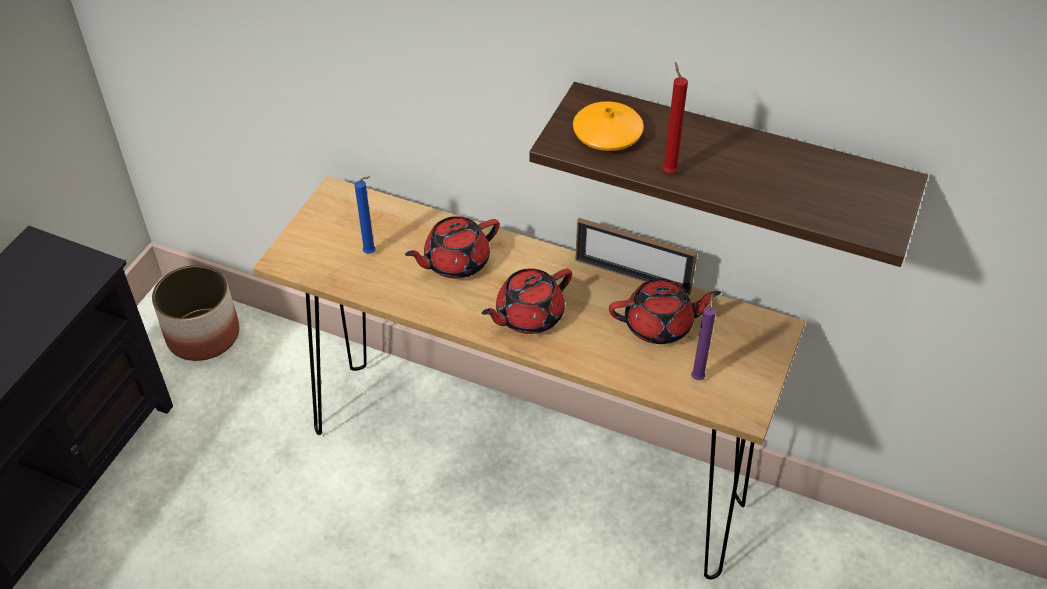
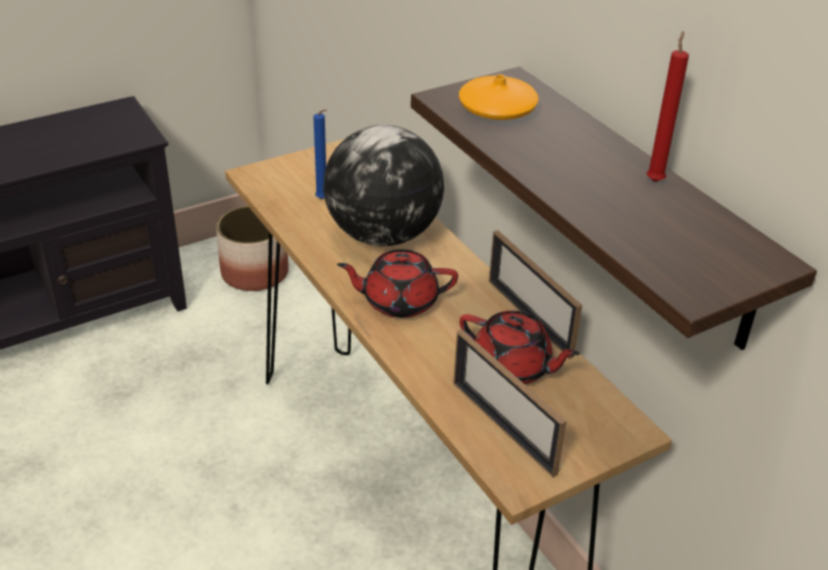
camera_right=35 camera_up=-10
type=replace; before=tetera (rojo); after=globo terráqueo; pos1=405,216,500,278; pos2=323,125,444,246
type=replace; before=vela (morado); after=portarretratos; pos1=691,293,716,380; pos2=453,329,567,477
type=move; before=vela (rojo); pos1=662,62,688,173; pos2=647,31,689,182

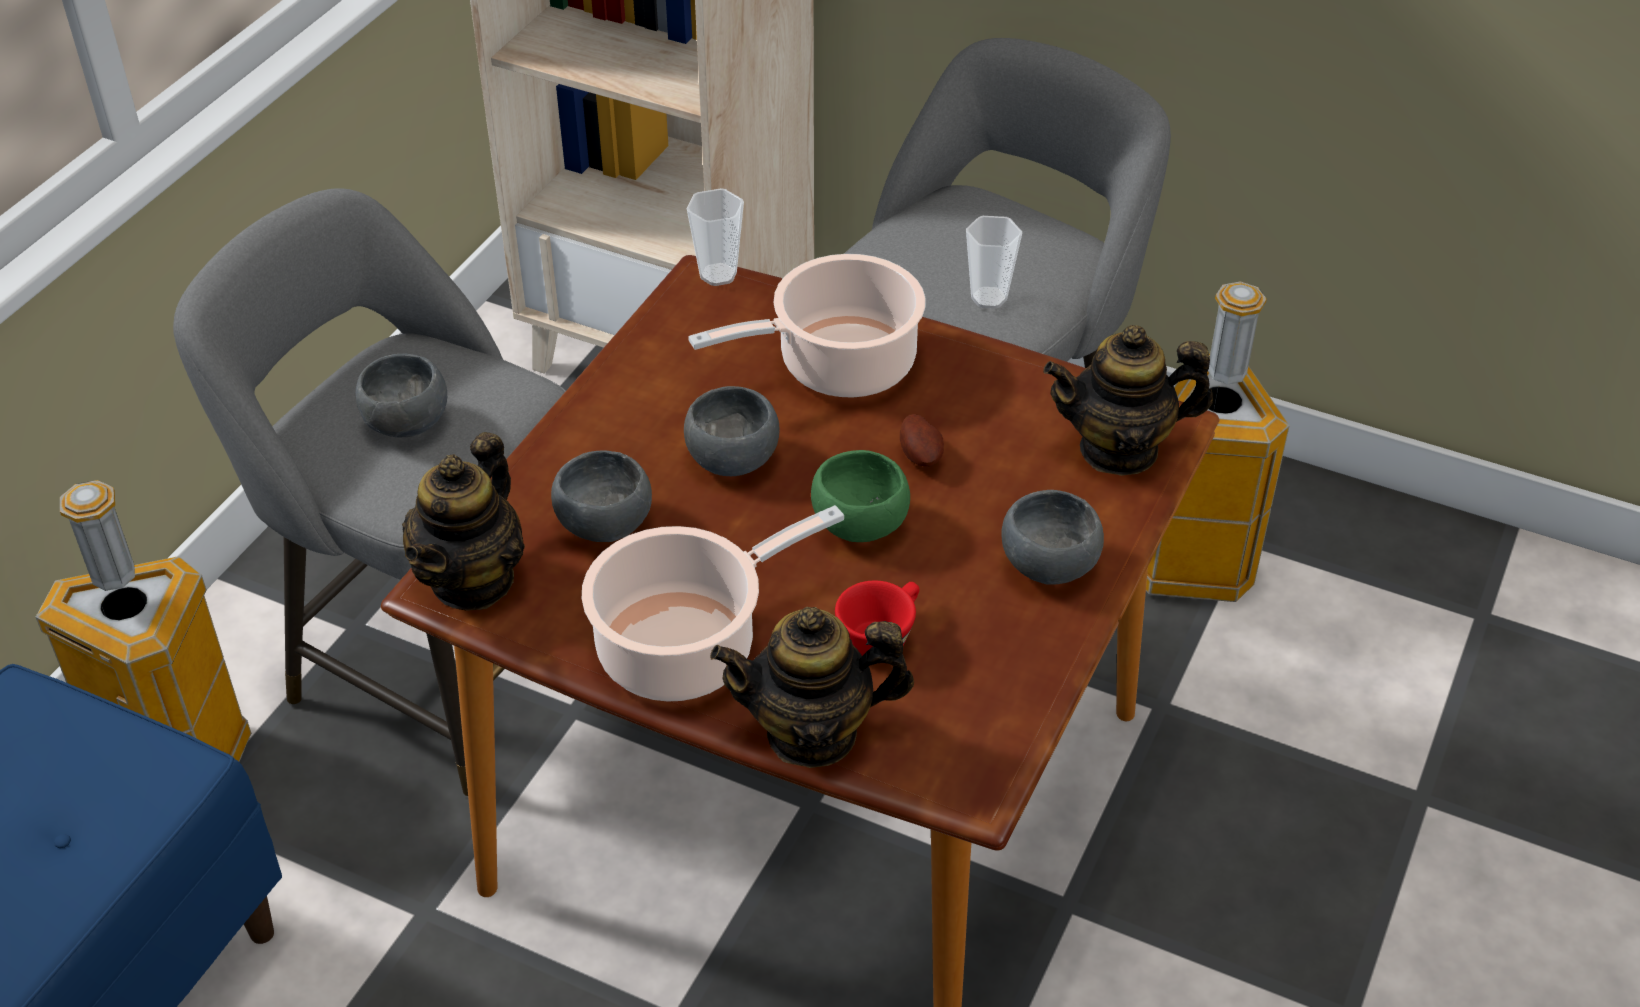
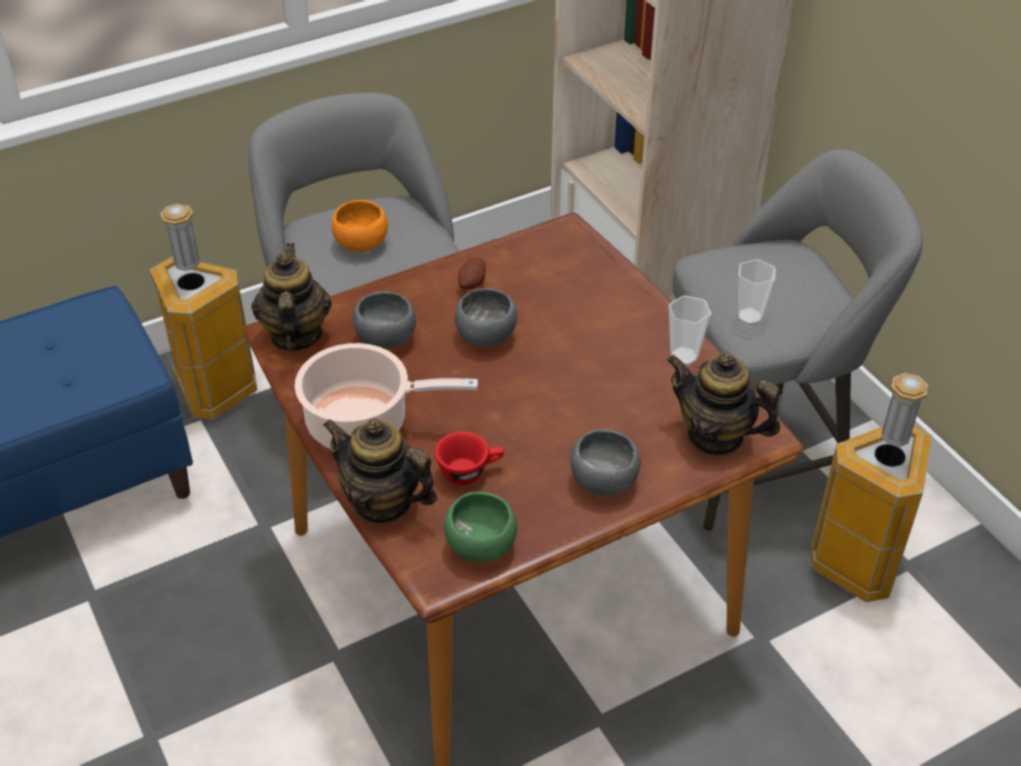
camera_right=35 camera_up=0
type=rotate; before=tetera; pos1=402,432,525,611; pos2=252,243,332,352; turn=120
type=recolor; before=cuenco (gris); after=cuenco (naranja); pos1=355,354,447,437; pos2=332,200,388,252
type=move; before=cuenco (verde); pos1=811,450,910,542; pos2=444,492,517,562
type=move; before=patata; pos1=900,414,944,467; pos2=458,258,486,289
type=move; before=taza; pos1=687,188,744,286; pos2=669,295,711,366
type=delete; before=olla; pos1=688,254,926,398

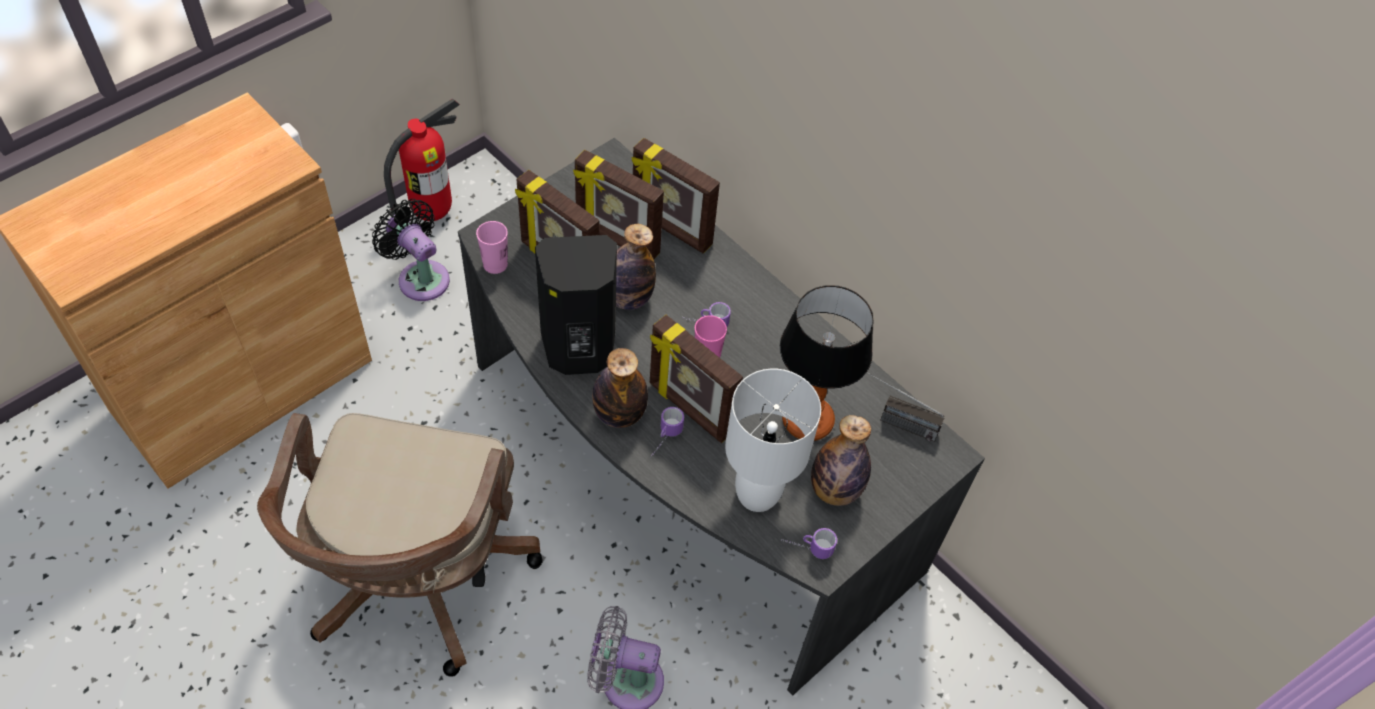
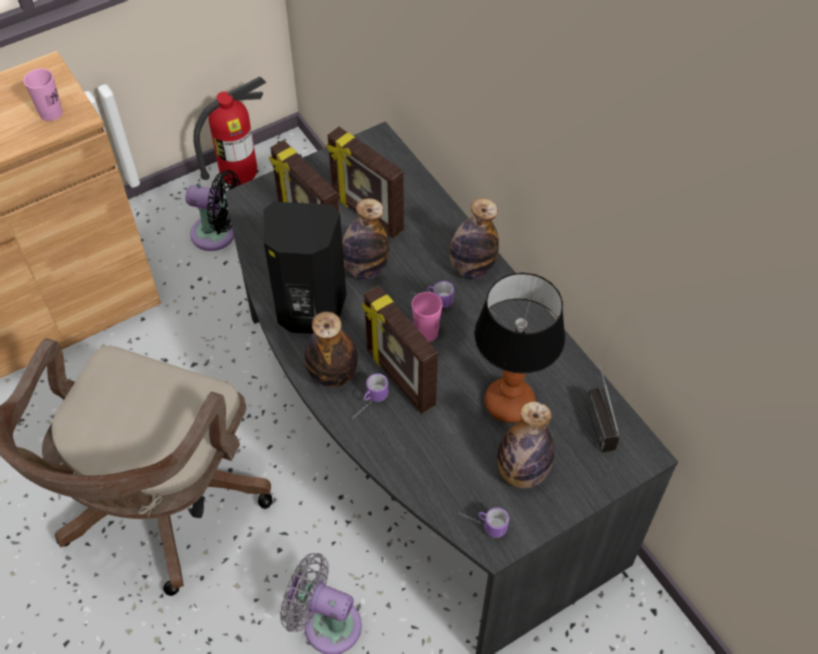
camera_right=15 camera_up=0
type=move; before=taza (rosa); pos1=476,221,508,274; pos2=23,68,63,121
type=rotate; before=ventilador (negro); pos1=372,199,450,301; pos2=185,170,241,251; turn=135
type=insert; after=botella; pos2=450,198,499,279
type=rotate; before=radio; pos1=868,373,945,442; pos2=586,349,620,452; turn=45
type=delete; before=portarretratos; pos1=632,138,720,253
type=delete; before=lámpara de mesa (blanco); pos1=725,369,821,512

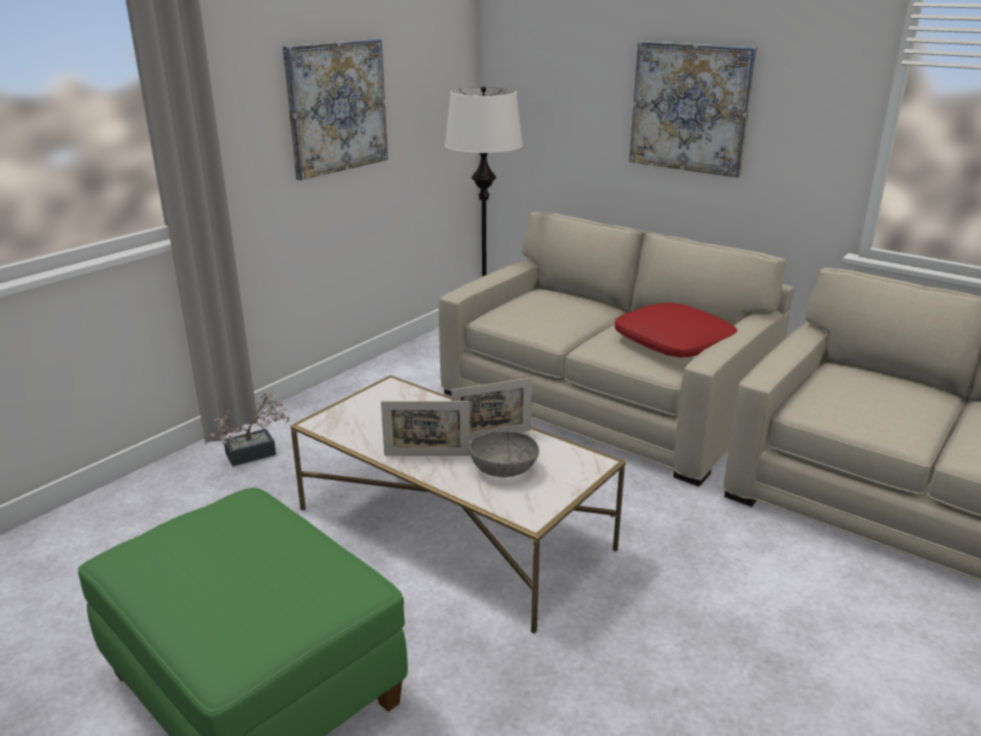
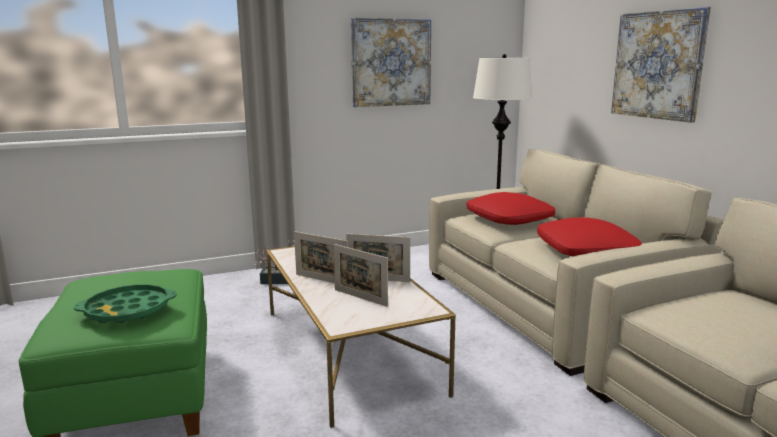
camera_right=30 camera_up=-10
type=insert; after=bandeja (verde); pos2=74,284,177,324
type=replace; before=cuenco (gris); after=portarretratos; pos1=469,431,539,477; pos2=333,244,388,307
type=insert; after=cojín (rojo); pos2=467,192,555,225

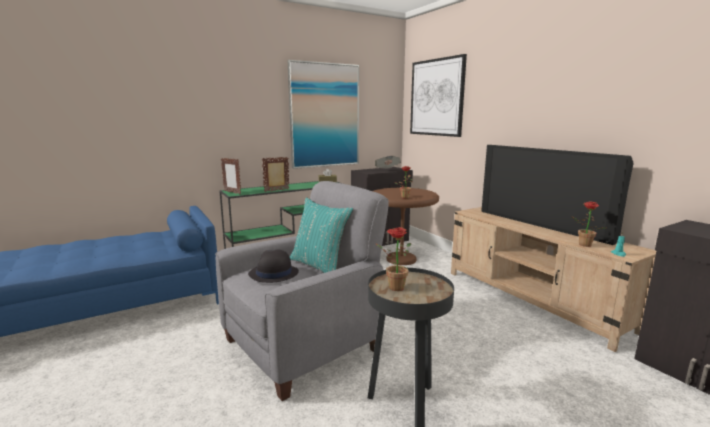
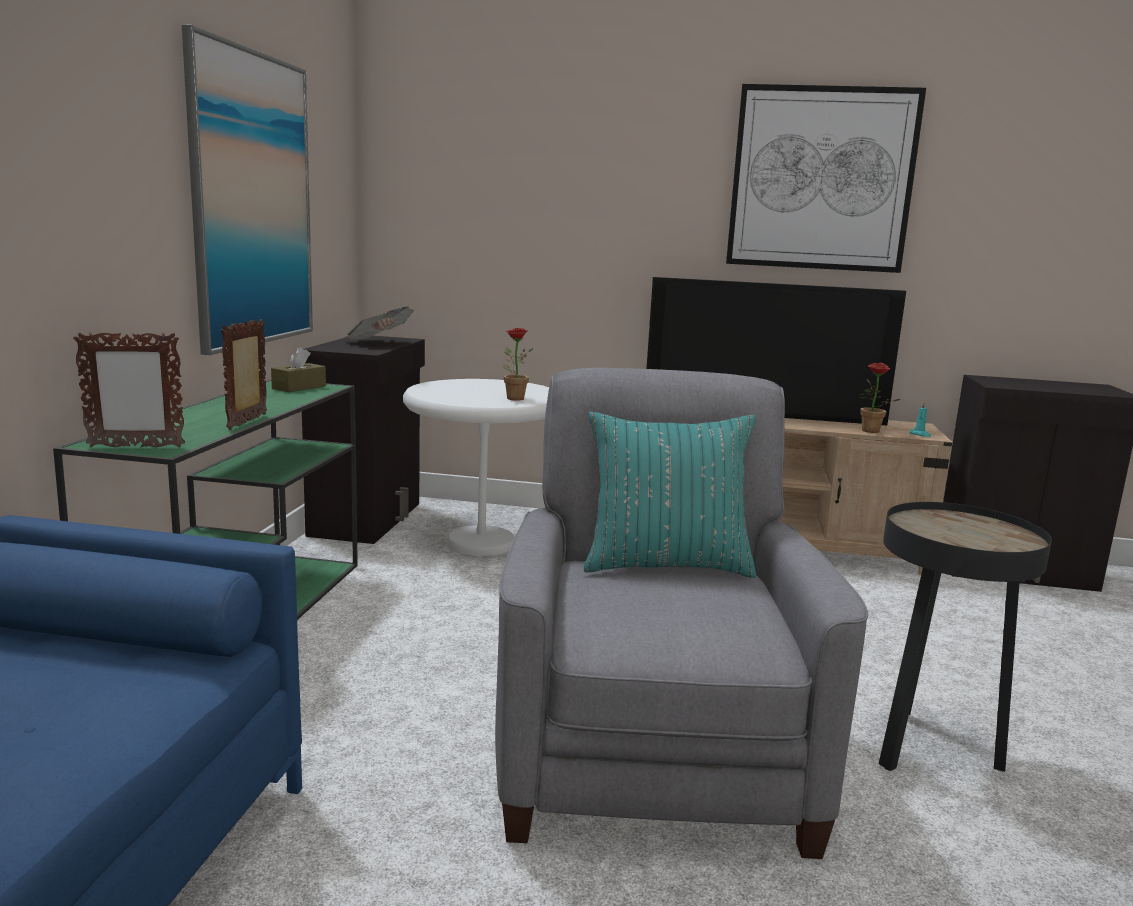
camera_right=-50 camera_up=0
type=recolor; before=mesa auxiliar (marrón); after=mesa auxiliar (blanco); pos1=373,188,439,265; pos2=403,379,549,556
type=move; before=cuadro; pos1=410,54,467,137; pos2=726,84,926,273
type=delete; before=sombrero (negro); pos1=248,250,299,283
type=delete; before=planta en maceta; pos1=376,227,411,291

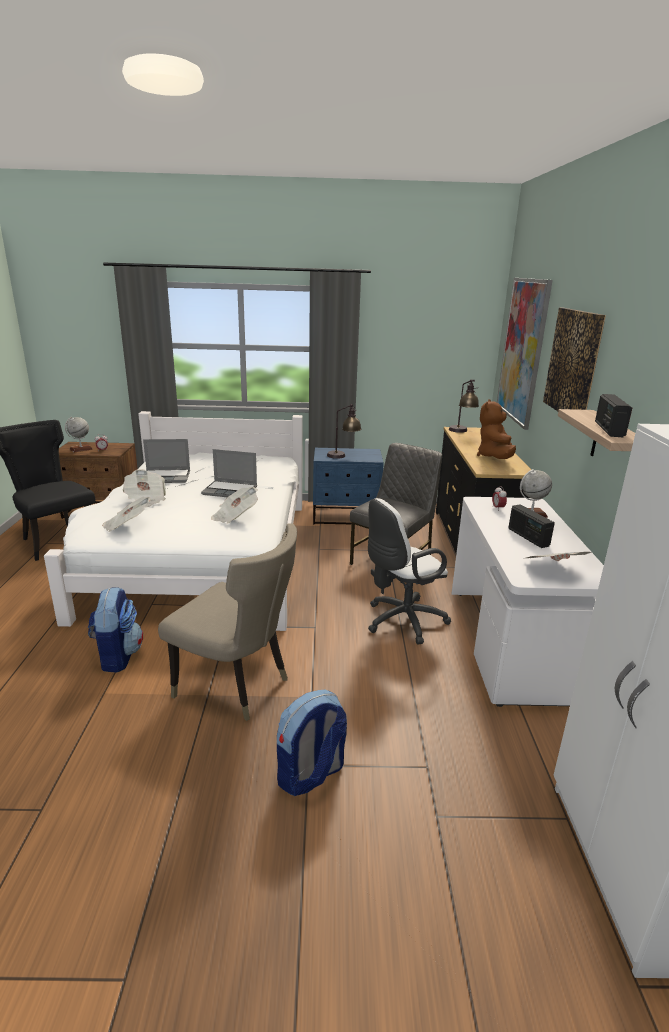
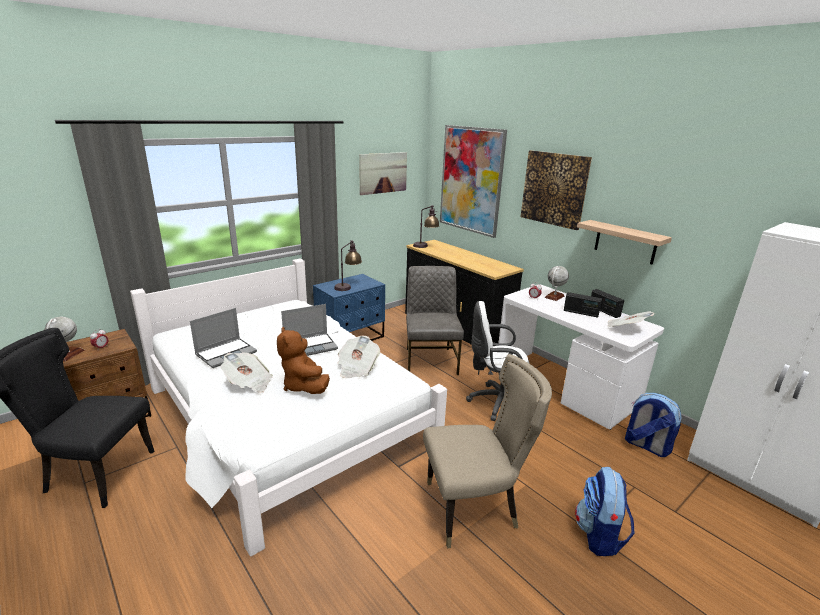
camera_right=-40 camera_up=0
type=move; before=peluche (marrón); pos1=477,399,516,459; pos2=277,327,330,394
type=insert; after=cuadro; pos2=359,152,407,195
type=rotate; before=silla de oficina (blanco); pos1=368,498,451,644; pos2=466,301,530,421; turn=75
type=move; before=radio; pos1=595,394,632,437; pos2=591,289,624,318
type=move; before=mochila; pos1=88,587,143,673; pos2=625,393,682,457
type=delete; before=periódico; pos1=102,497,151,532

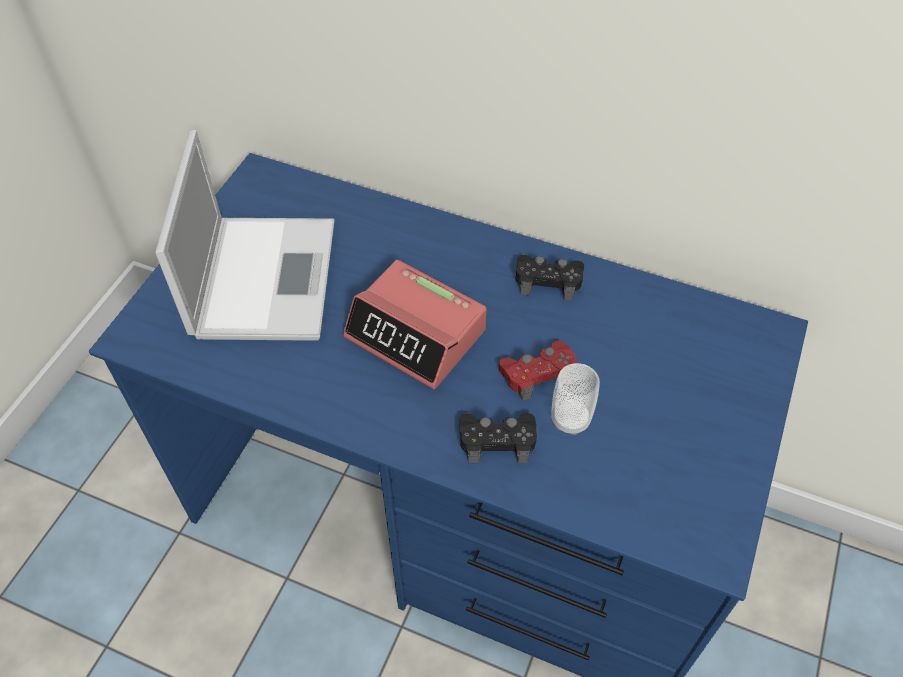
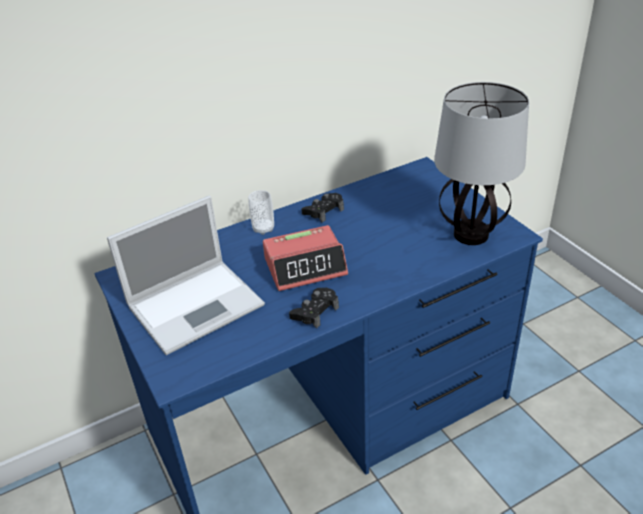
camera_right=-50 camera_up=-15
type=rotate; before=portátil; pos1=155,130,334,341; pos2=107,196,265,355; turn=105
type=move; before=taza; pos1=552,363,600,435; pos2=248,190,274,235
type=move; before=mando de consola (negro); pos1=459,413,537,463; pos2=289,287,339,329
type=insert; after=lámpara de mesa; pos2=434,82,529,245
type=delete; before=mando de consola (rojo); pos1=498,341,577,401

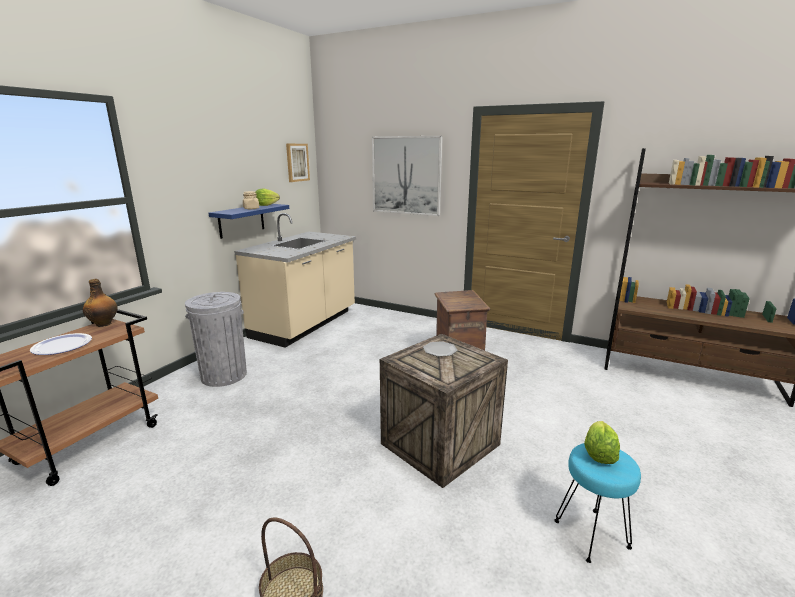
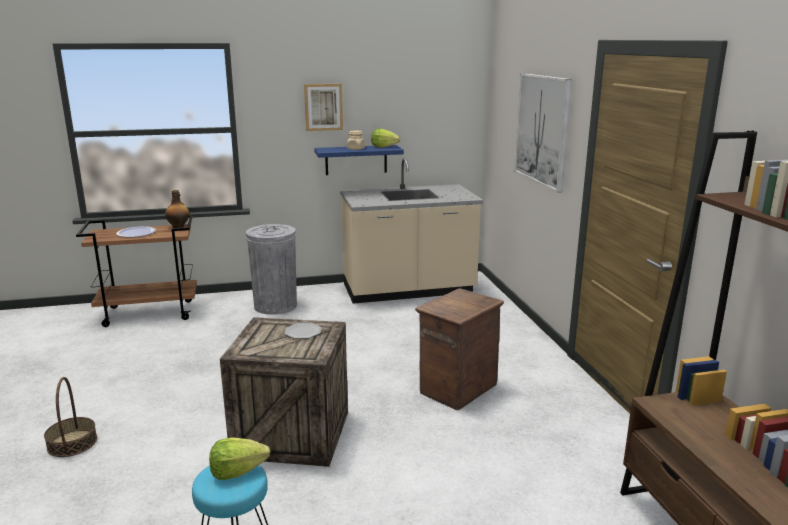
camera_right=50 camera_up=0
type=move; before=cuadro; pos1=286,144,310,182; pos2=304,84,343,131

